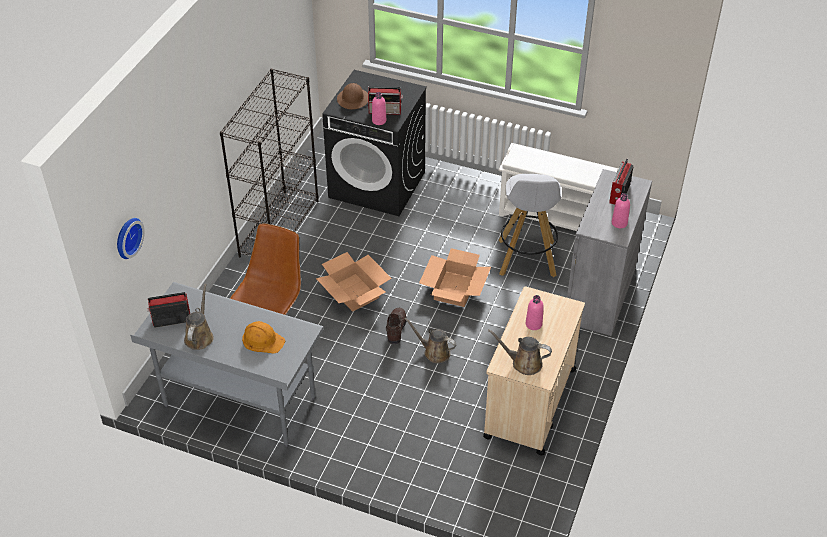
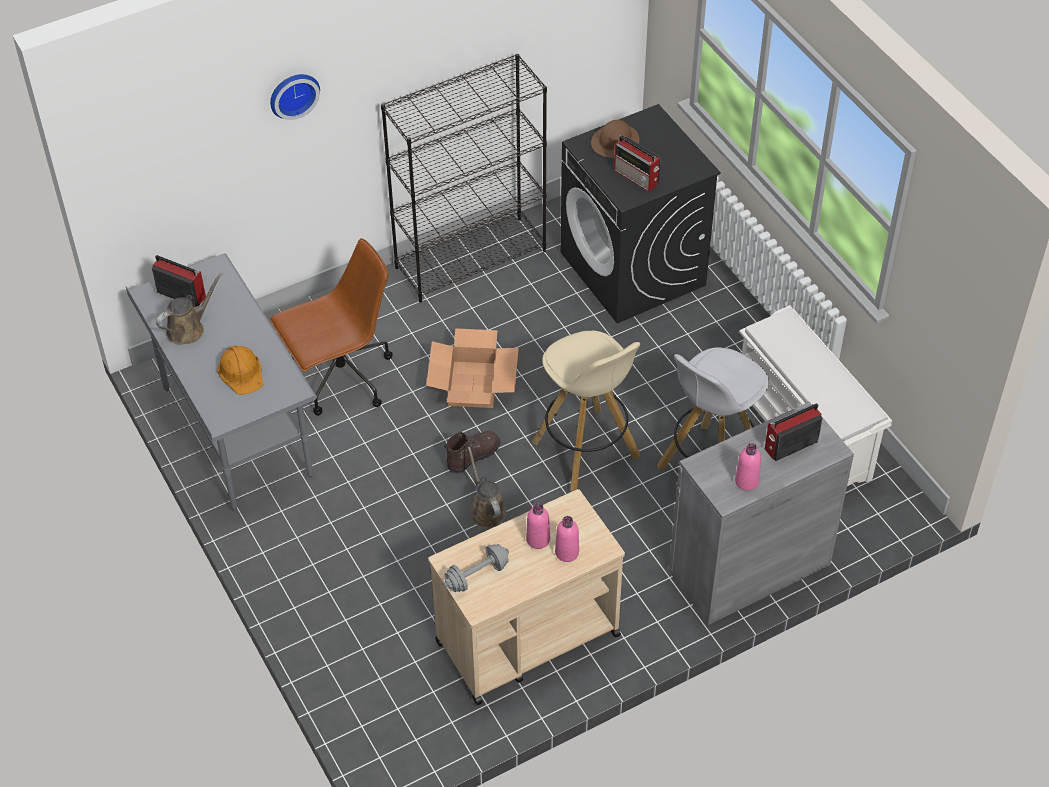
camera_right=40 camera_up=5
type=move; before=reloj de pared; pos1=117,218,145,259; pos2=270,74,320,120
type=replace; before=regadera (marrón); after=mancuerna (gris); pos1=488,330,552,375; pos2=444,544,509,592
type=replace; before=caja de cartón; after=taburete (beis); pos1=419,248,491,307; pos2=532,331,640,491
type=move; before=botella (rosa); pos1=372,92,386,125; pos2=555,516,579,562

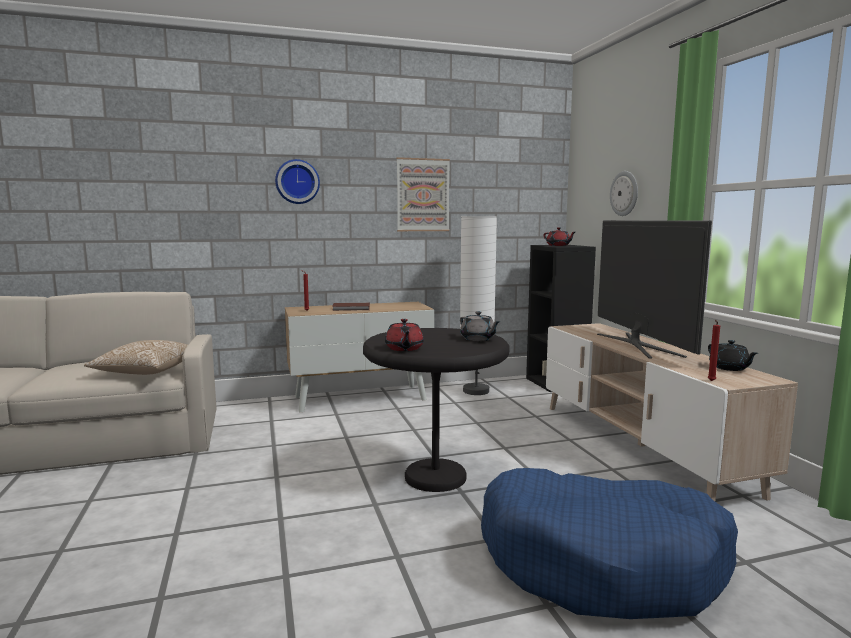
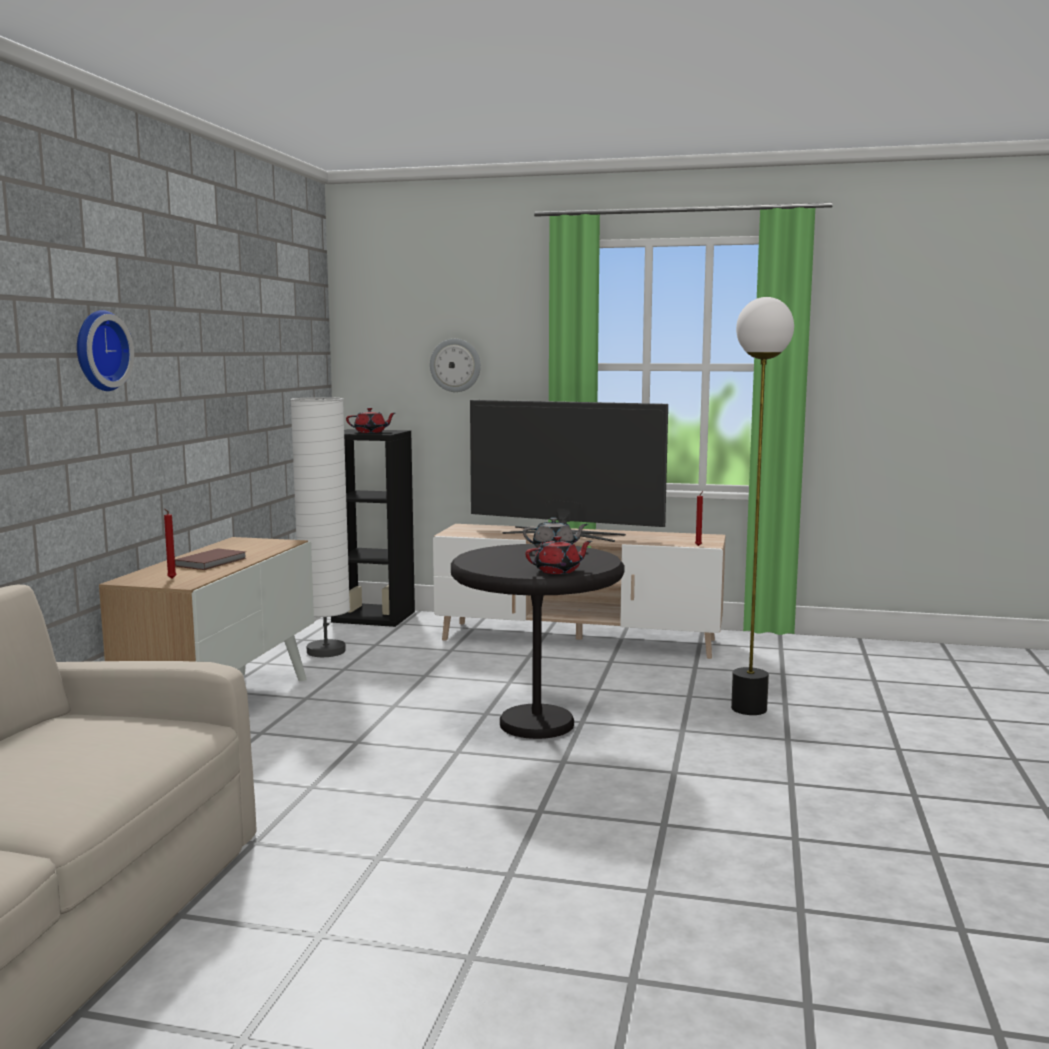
camera_right=-60 camera_up=0
type=rotate; before=tetera (rojo); pos1=385,319,424,351; pos2=525,536,592,574; turn=-45
type=replace; before=cama para perro (azul); after=lámpara de pie; pos1=481,468,738,619; pos2=731,297,794,715
type=delete; before=cojín; pos1=84,340,188,375
type=delete; before=cuadro; pos1=397,157,450,231
type=delete; before=tetera (negro); pos1=708,340,758,371

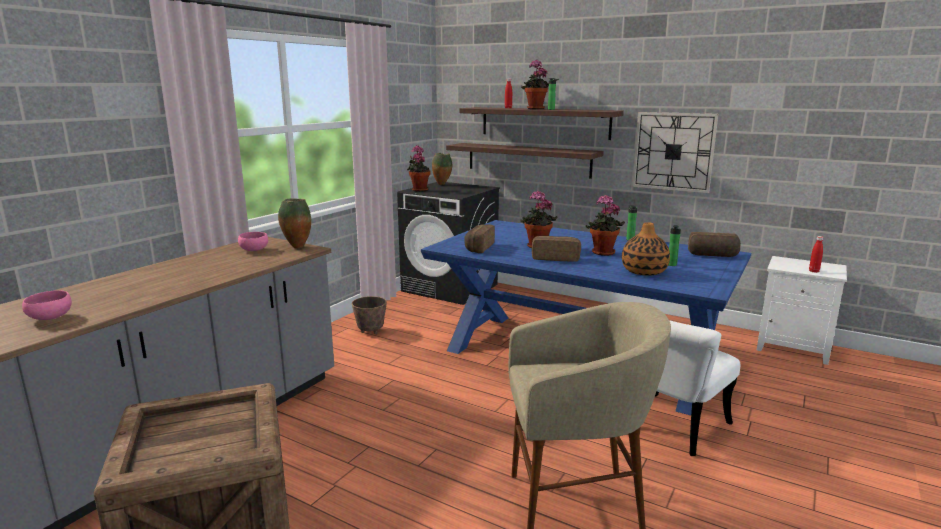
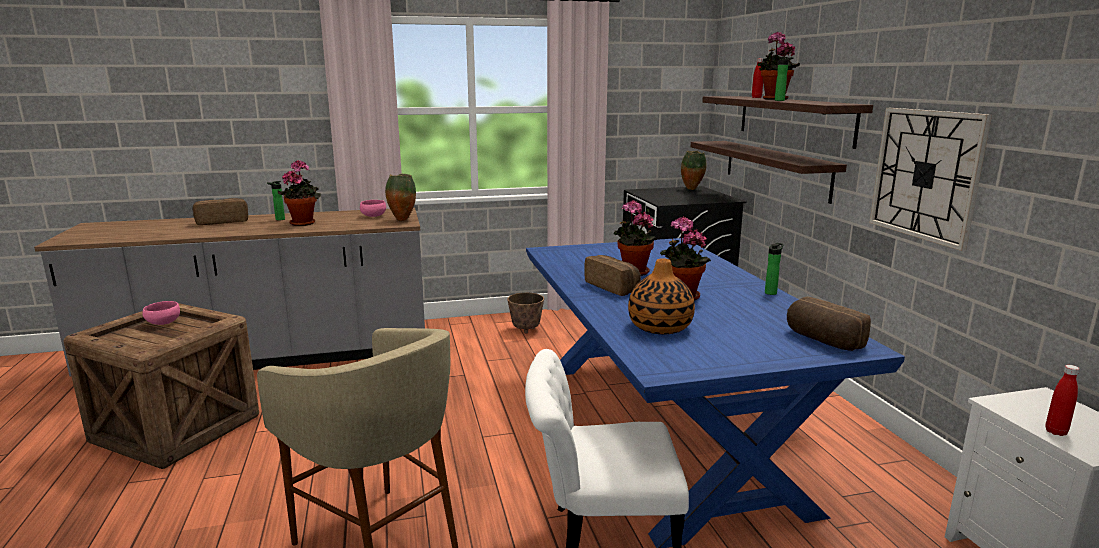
camera_right=45 camera_up=0
type=move; before=cuenco (rosa); pos1=22,290,72,320; pos2=142,301,180,325
type=move; before=pan; pos1=464,224,495,253; pos2=193,198,248,225
type=move; before=botella; pos1=669,225,681,266; pos2=267,181,285,220
type=move; before=planta en maceta; pos1=407,145,431,192; pos2=278,160,321,226

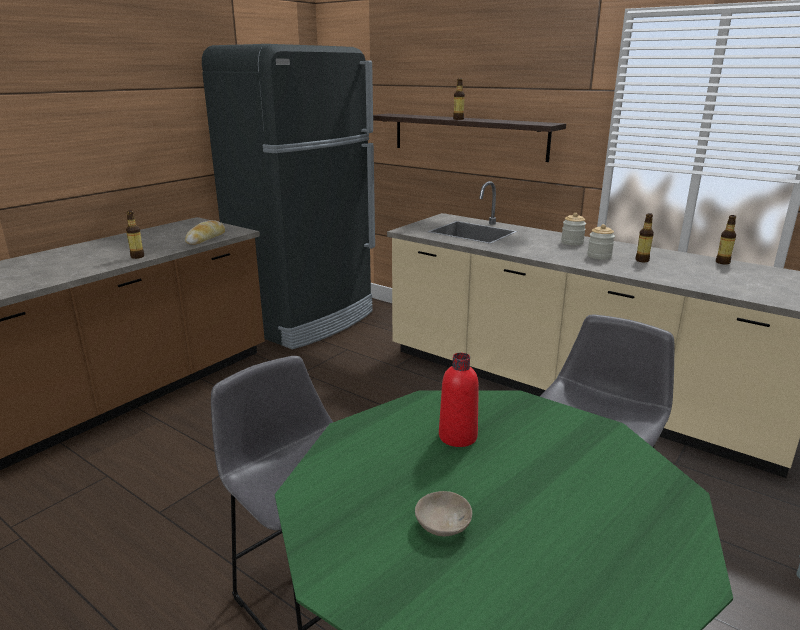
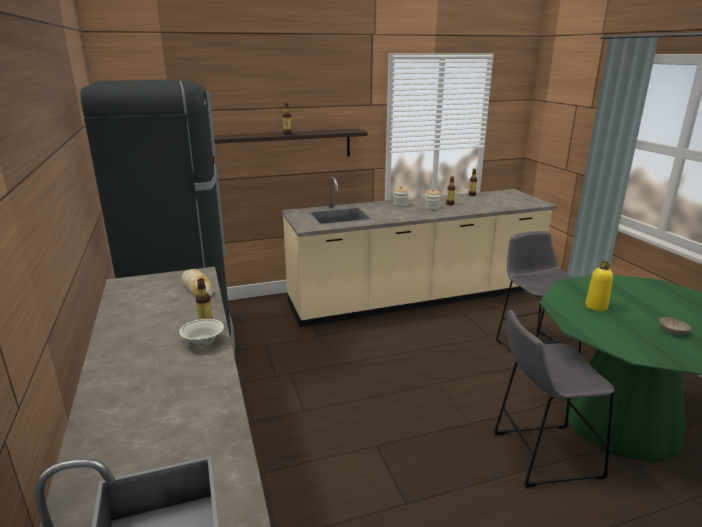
camera_right=-55 camera_up=0
type=insert; after=cuenco (blanco); pos2=179,319,224,346
type=recolor; before=botella (rojo); after=botella (amarillo); pos1=439,353,479,447; pos2=585,261,613,311

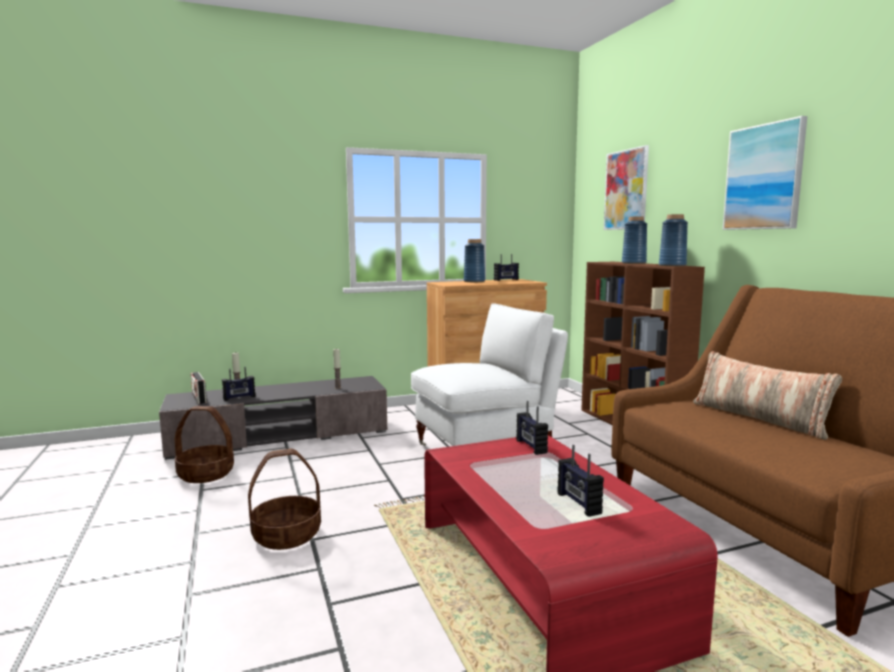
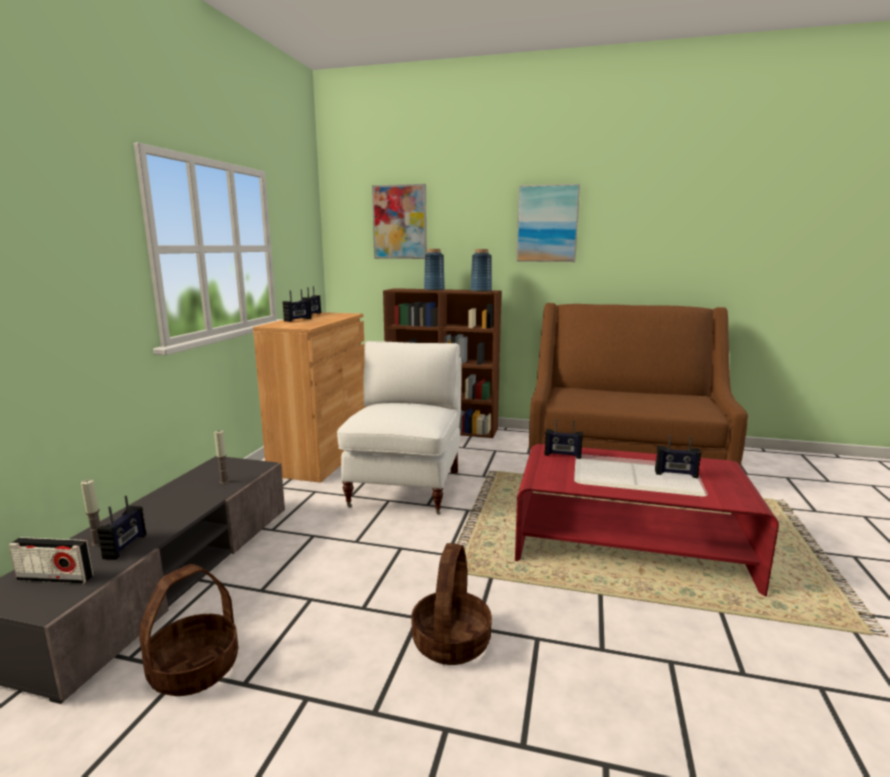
camera_right=-55 camera_up=5
type=replace; before=florero (azul); after=radio; pos1=464,239,485,282; pos2=282,289,311,322
type=delete; before=cojín; pos1=693,351,842,440

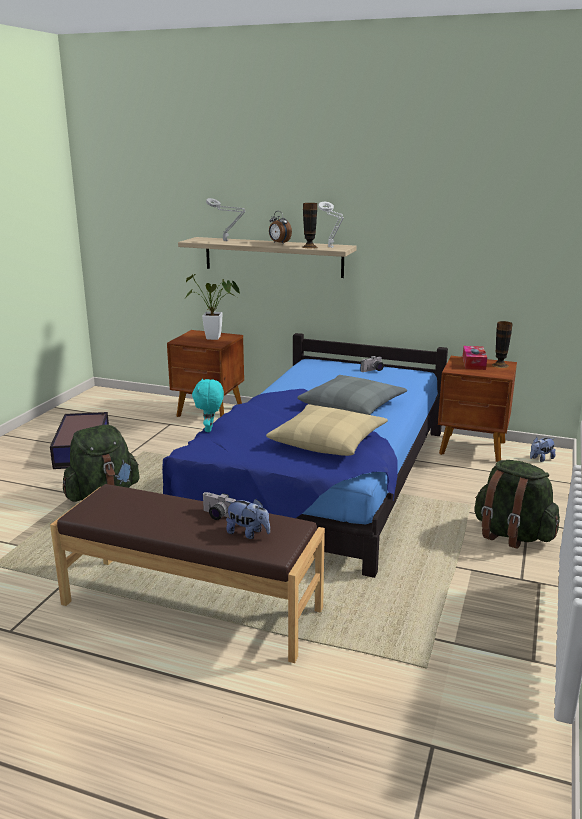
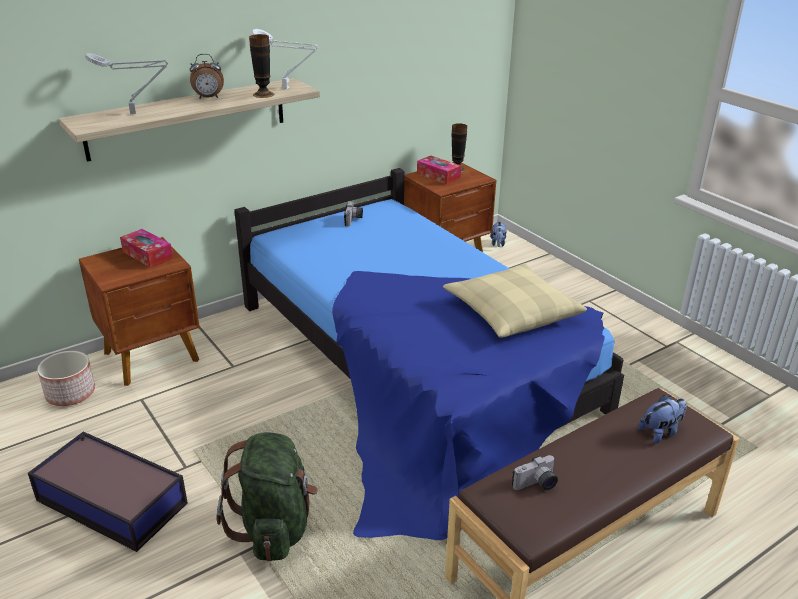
camera_right=-55 camera_up=10
type=insert; after=maceta; pos2=37,351,95,406
type=replace; before=planta en maceta; after=caja de pañuelos; pos1=186,274,240,340; pos2=120,229,173,268
type=move; before=cámara; pos1=203,492,236,520; pos2=512,455,558,490
type=delete; before=peluche (turquesa); pos1=192,378,224,432
type=delete; before=cojín (gris); pos1=297,375,407,415
type=delete; before=mochila (verde); pos1=475,460,560,549

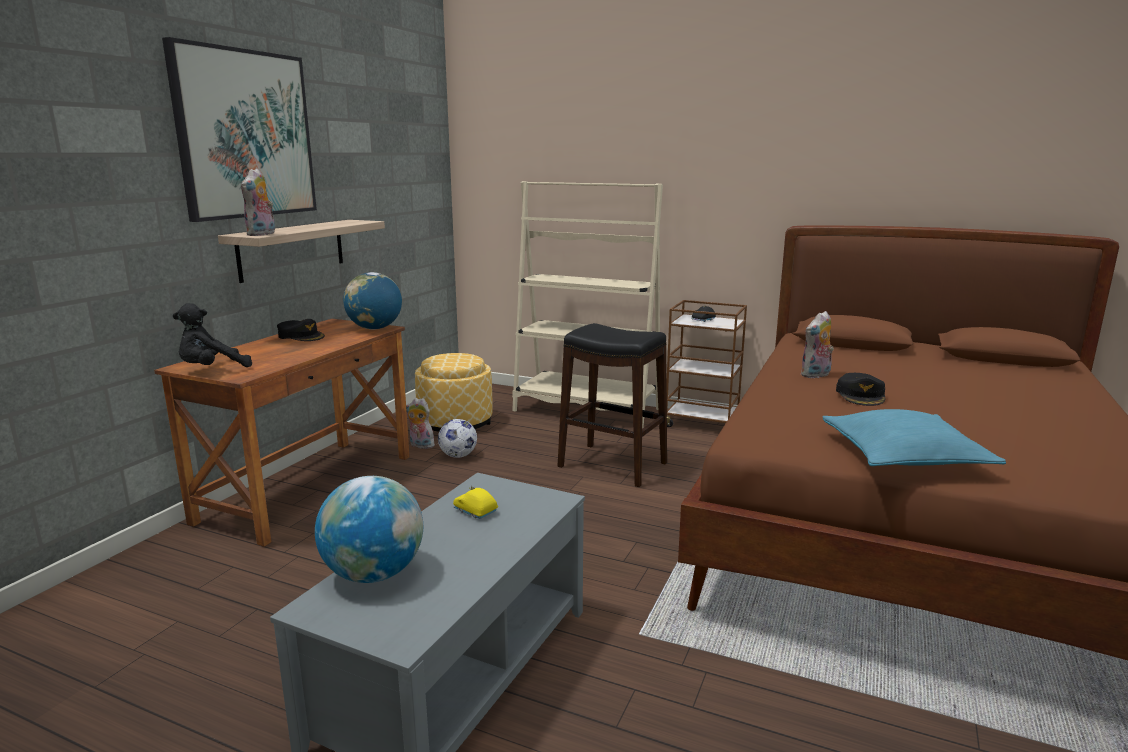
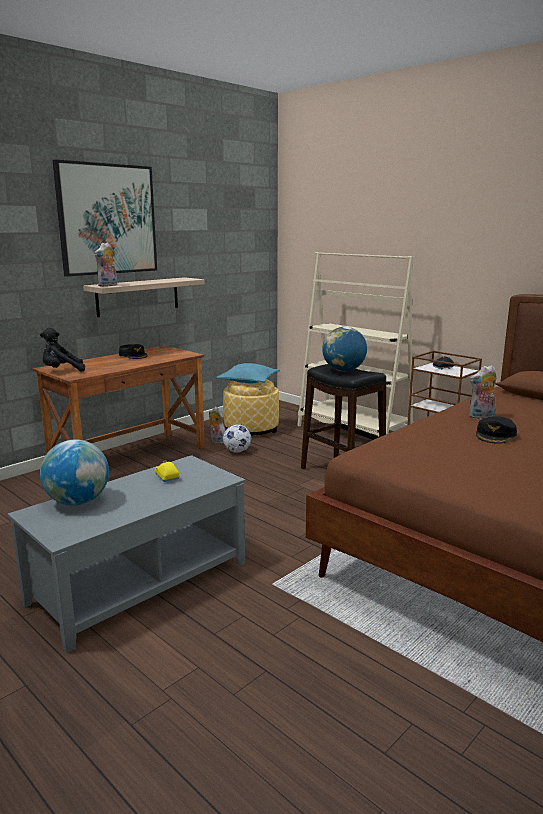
camera_right=20 camera_up=0
type=move; before=cojín (turquesa); pos1=822,409,1006,466; pos2=216,363,280,383
type=move; before=globo terráqueo; pos1=343,272,402,329; pos2=322,327,367,371

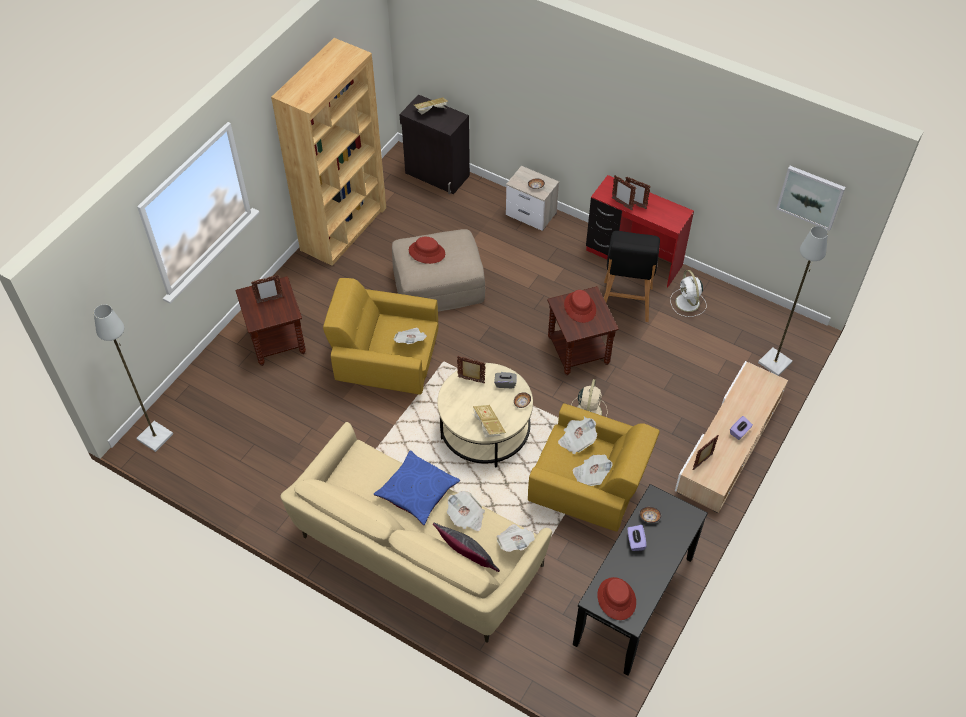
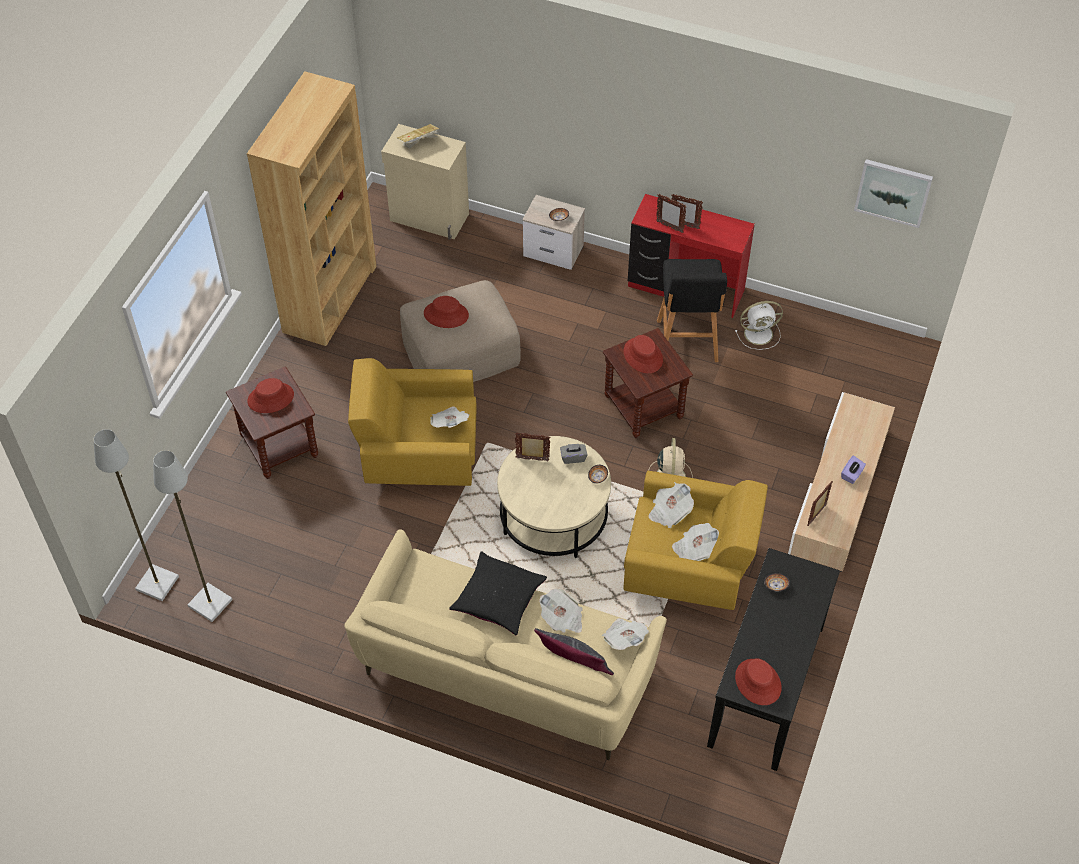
camera_right=-10 camera_up=0
type=move; before=lámpara de pie (gris); pos1=758,226,828,376; pos2=153,450,233,622
type=replace; before=portarretratos; after=sombrero (rojo); pos1=251,275,283,303; pos2=247,378,294,413
type=recolor; before=armario (negro); after=armario (beis); pos1=400,94,470,194; pos2=381,124,469,240
type=recolor; before=cojín (azul); after=cojín (negro); pos1=373,450,460,525; pos2=449,551,547,635
type=rotate; before=ventilador (blanco); pos1=670,270,707,317; pos2=735,301,783,350; turn=-75
type=delete; before=libro; pos1=472,405,506,437
type=delete; before=caja de pañuelos (morado); pos1=627,525,647,551

